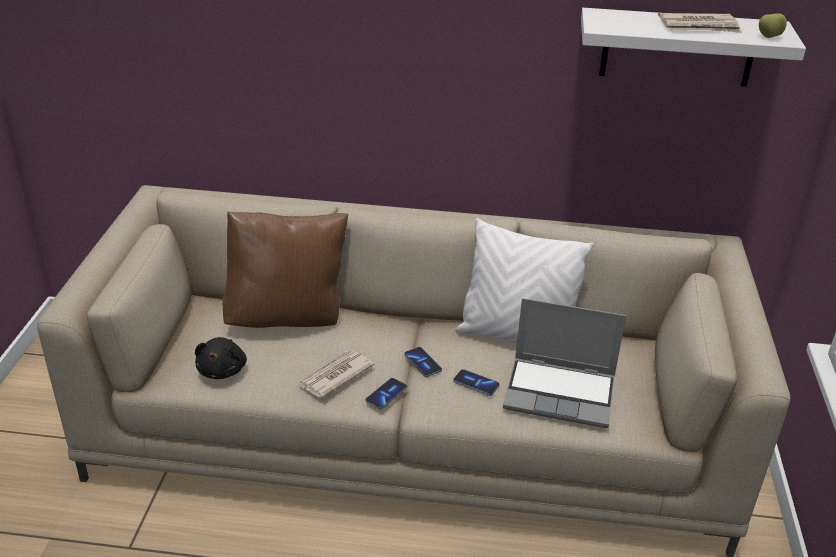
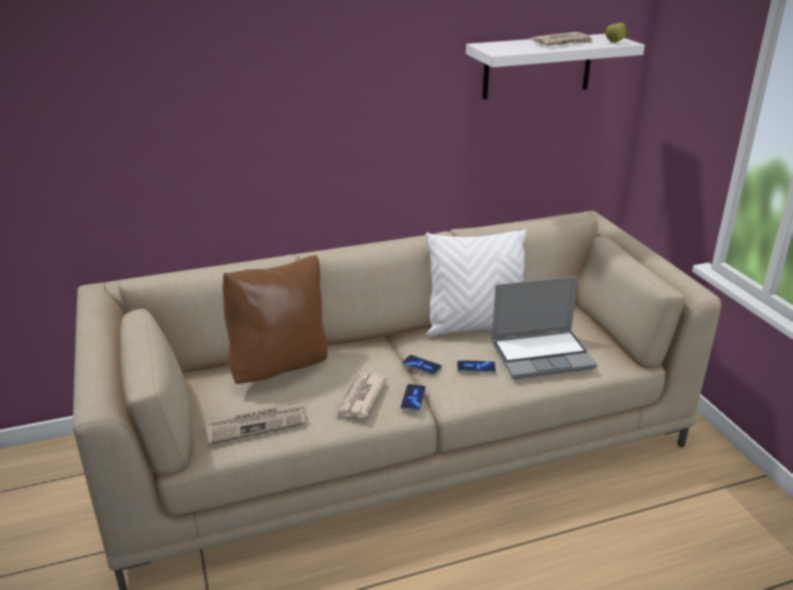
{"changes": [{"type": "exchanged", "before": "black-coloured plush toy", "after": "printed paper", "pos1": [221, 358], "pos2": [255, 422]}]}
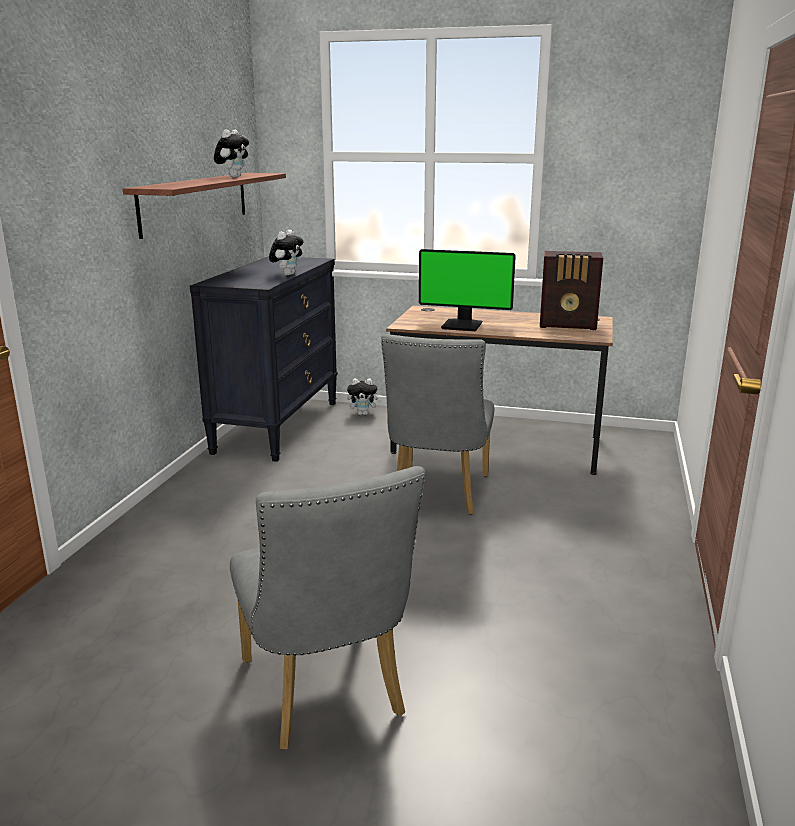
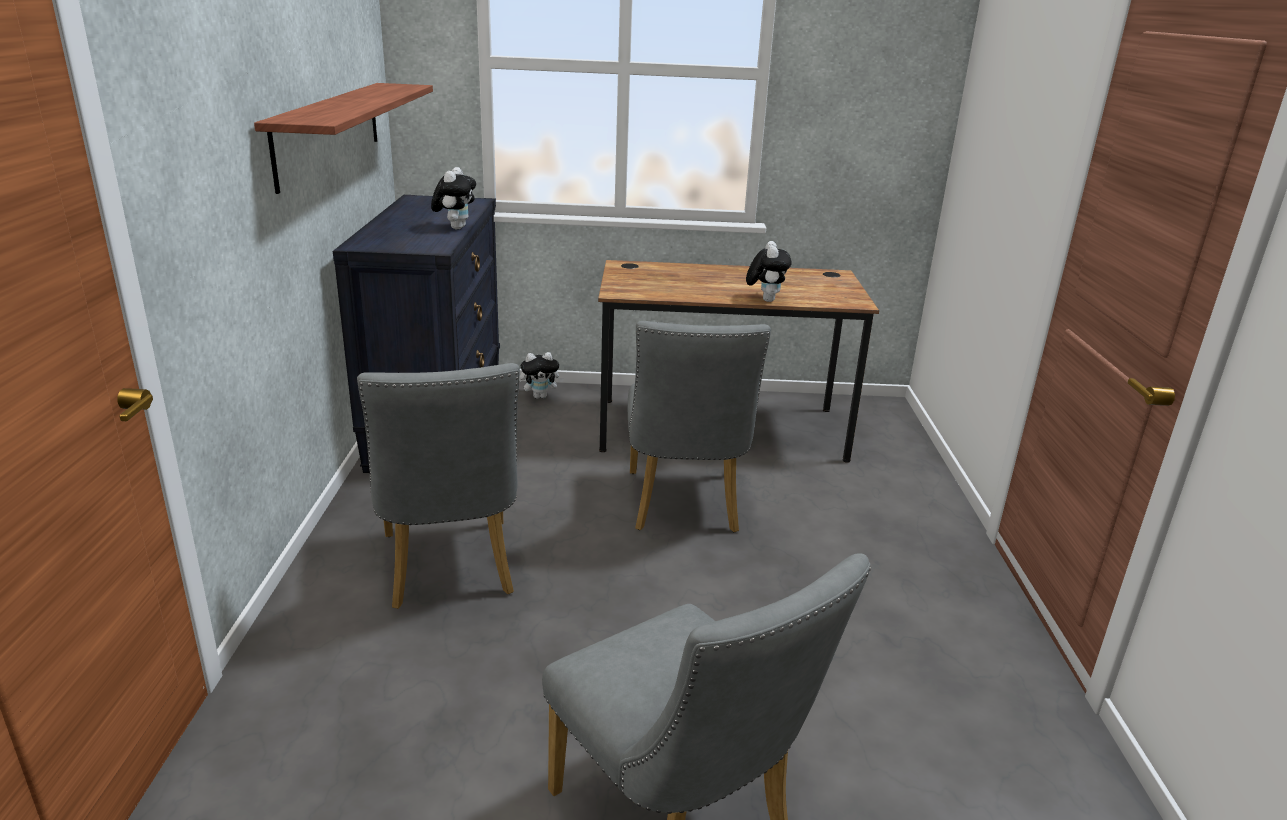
{"changes": [{"type": "appeared", "after": "grey upright chair", "pos2": [438, 486]}, {"type": "relocated", "before": "plush toy", "pos1": [231, 153], "pos2": [769, 271]}, {"type": "missing", "before": "computer display", "pos1": [467, 290]}, {"type": "missing", "before": "radio receiver", "pos1": [571, 290]}]}
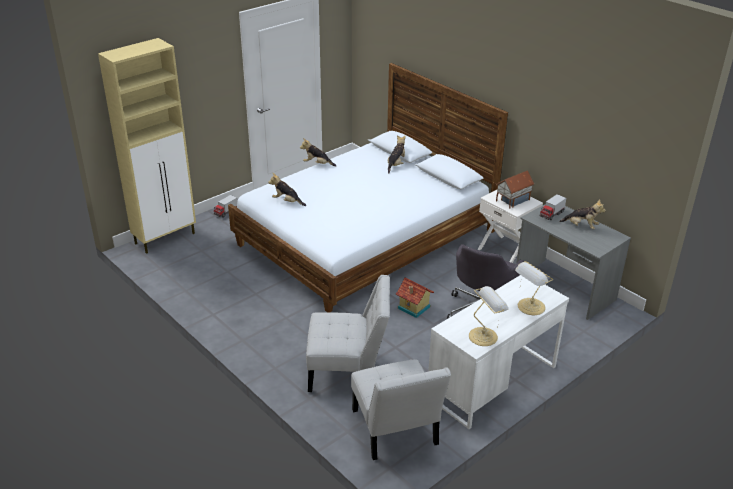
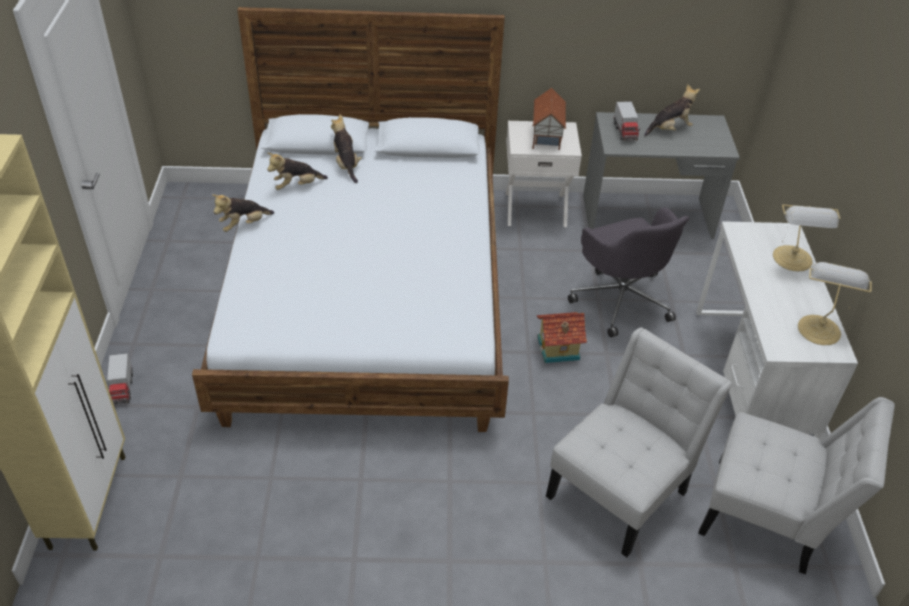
{"changes": [{"type": "relocated", "before": "plush toy", "pos1": [287, 189], "pos2": [297, 171]}]}
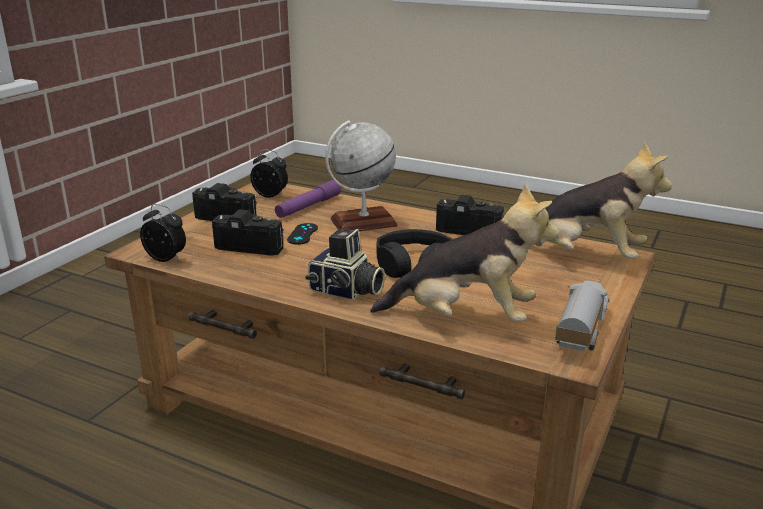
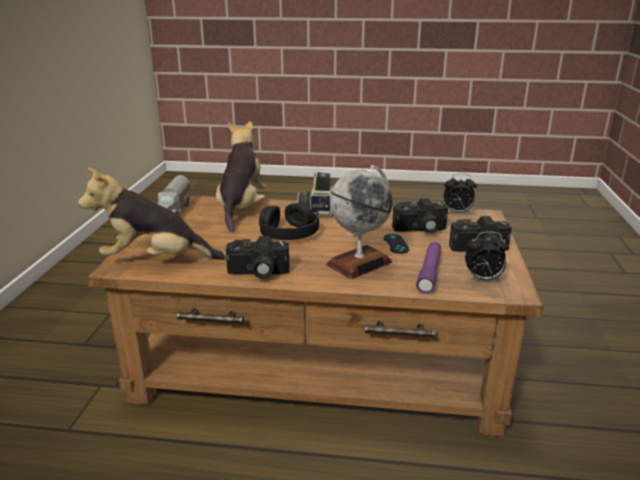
{"changes": [{"type": "spun", "before": "plush toy", "pos1": [464, 253], "pos2": [241, 176], "turn": 105}]}
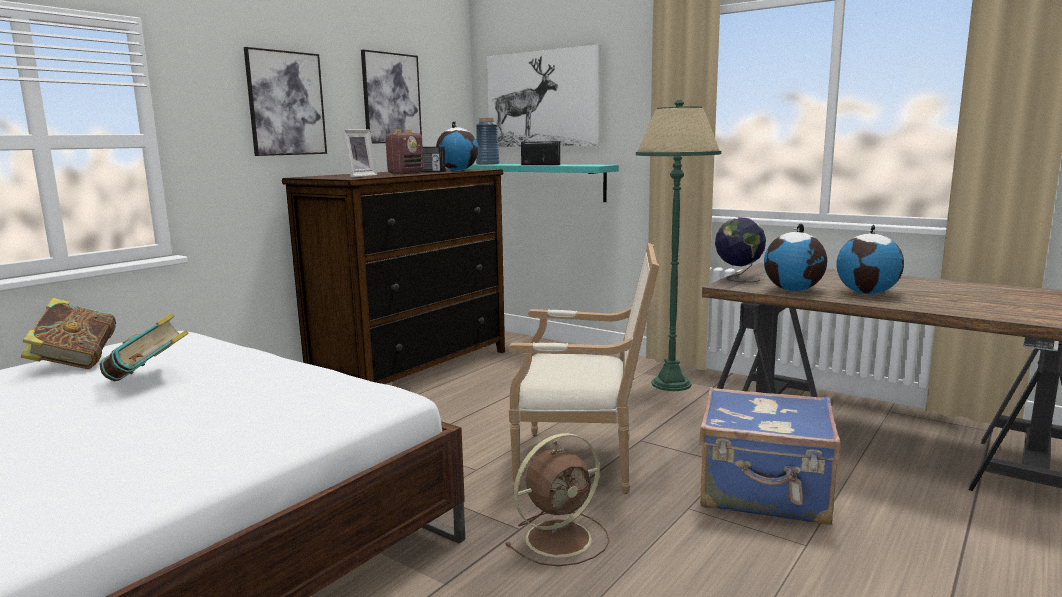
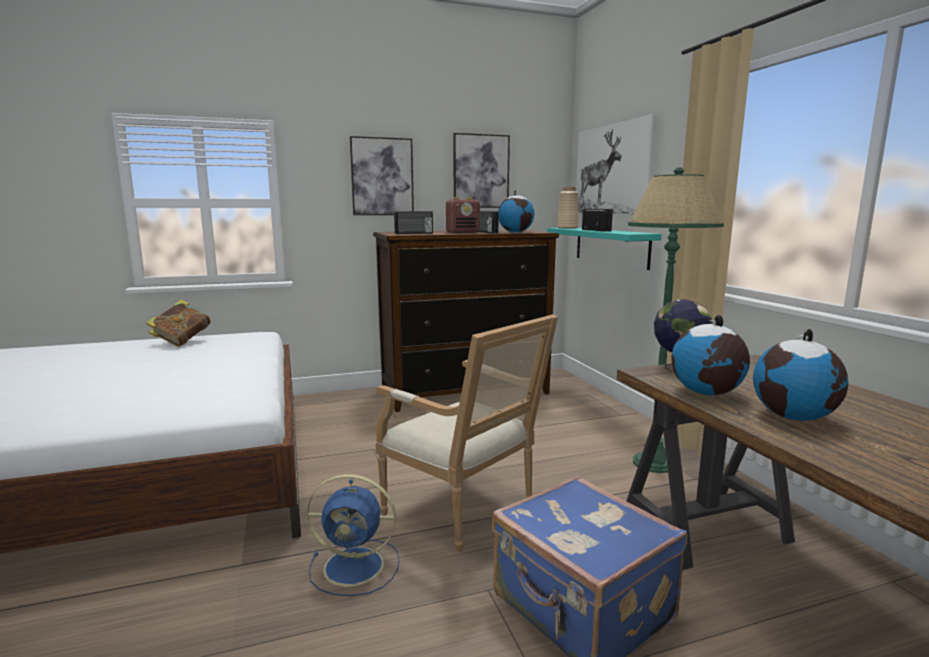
{"changes": [{"type": "colour", "before": "brown cooling fan", "after": "blue cooling fan", "pos1": [557, 499], "pos2": [353, 535]}, {"type": "exchanged", "before": "standing frame", "after": "radio receiver", "pos1": [360, 153], "pos2": [413, 223]}, {"type": "colour", "before": "blue decorative vase", "after": "beige decorative vase", "pos1": [487, 141], "pos2": [568, 207]}, {"type": "missing", "before": "volume", "pos1": [144, 347]}]}
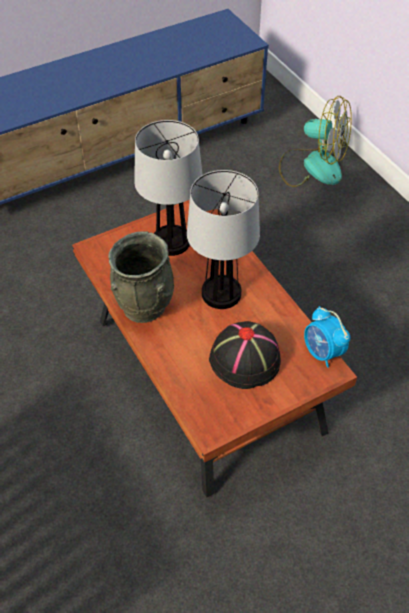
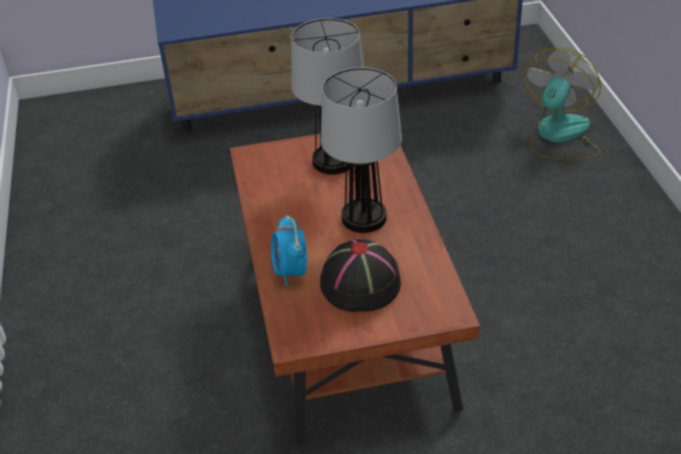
{"changes": [{"type": "relocated", "before": "alarm clock", "pos1": [327, 337], "pos2": [289, 251]}, {"type": "spun", "before": "cooling fan", "pos1": [315, 141], "pos2": [562, 104], "turn": -105}, {"type": "missing", "before": "grey decorative vase", "pos1": [141, 277]}]}
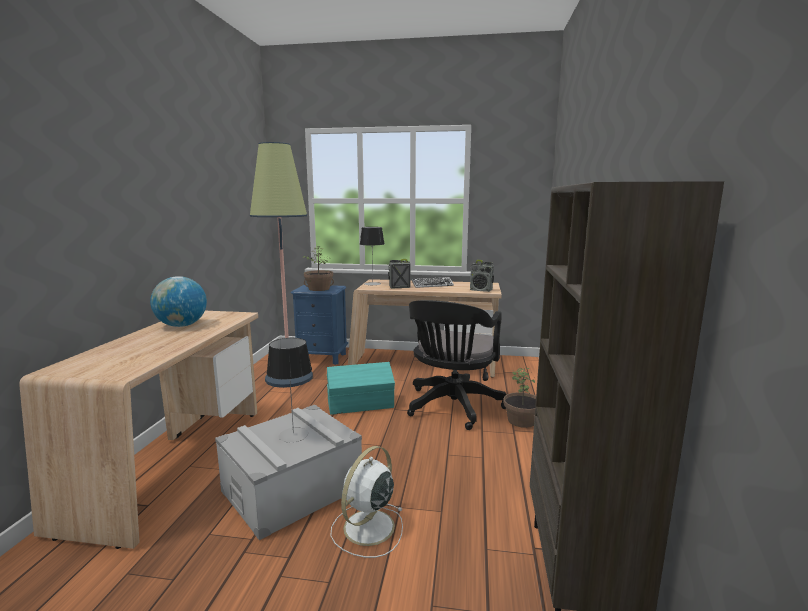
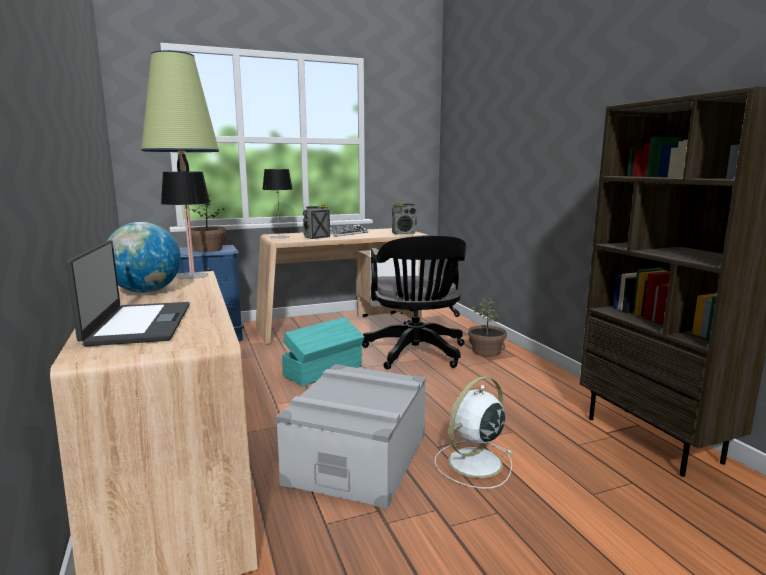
{"changes": [{"type": "appeared", "after": "laptop", "pos2": [128, 293]}, {"type": "relocated", "before": "tabletop lamp", "pos1": [289, 390], "pos2": [185, 225]}, {"type": "spun", "before": "whitish cooling fan", "pos1": [366, 502], "pos2": [474, 432], "turn": 45}]}
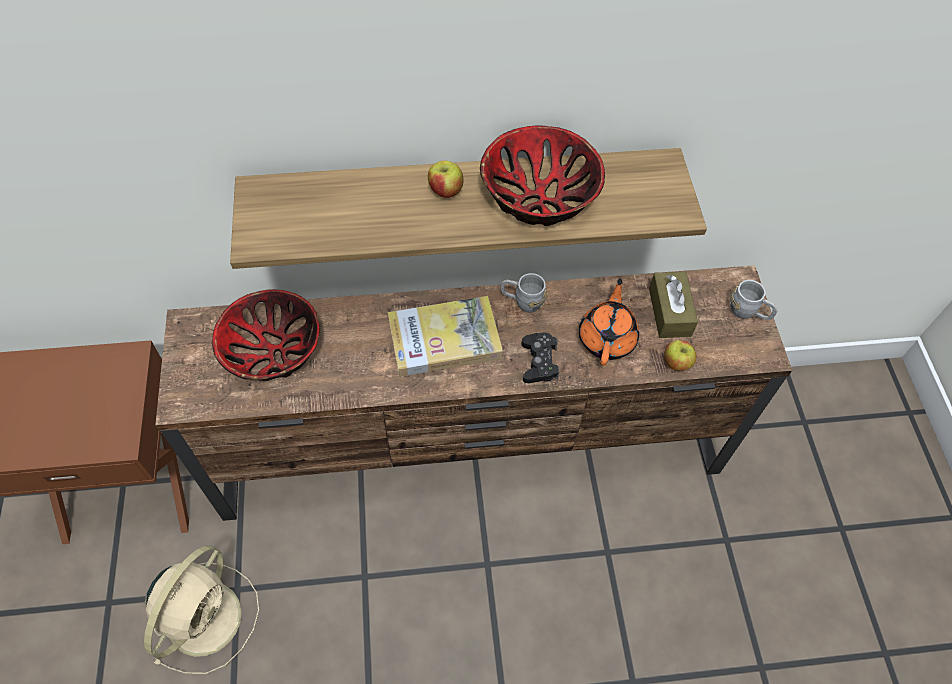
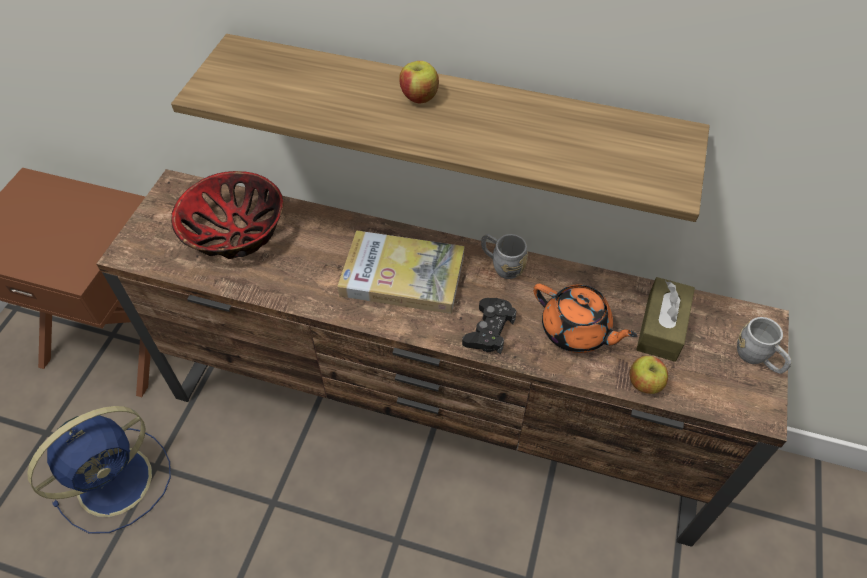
{"changes": [{"type": "colour", "before": "beige cooling fan", "after": "blue cooling fan", "pos1": [201, 609], "pos2": [99, 470]}, {"type": "spun", "before": "orangey pot for tea", "pos1": [609, 322], "pos2": [585, 318], "turn": 90}, {"type": "missing", "before": "bowl", "pos1": [542, 175]}]}
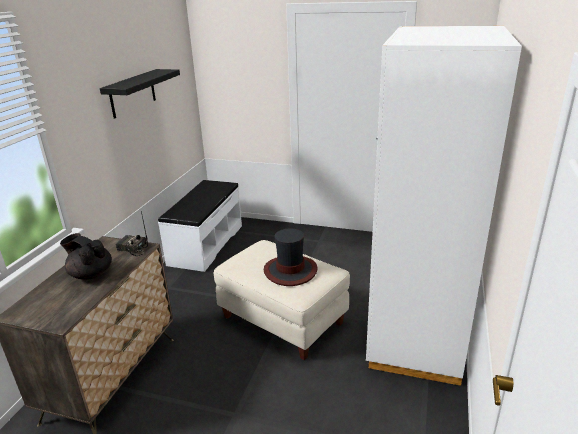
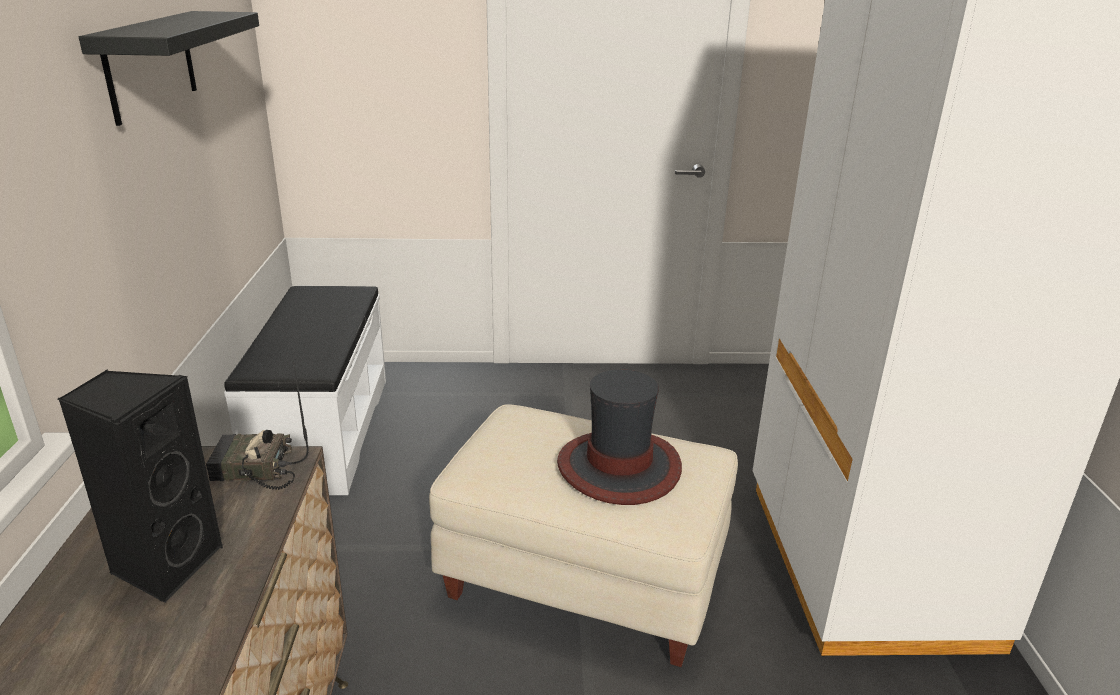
{"changes": [{"type": "exchanged", "before": "black-coloured pot for tea", "after": "black-coloured audio speaker", "pos1": [86, 256], "pos2": [141, 486]}]}
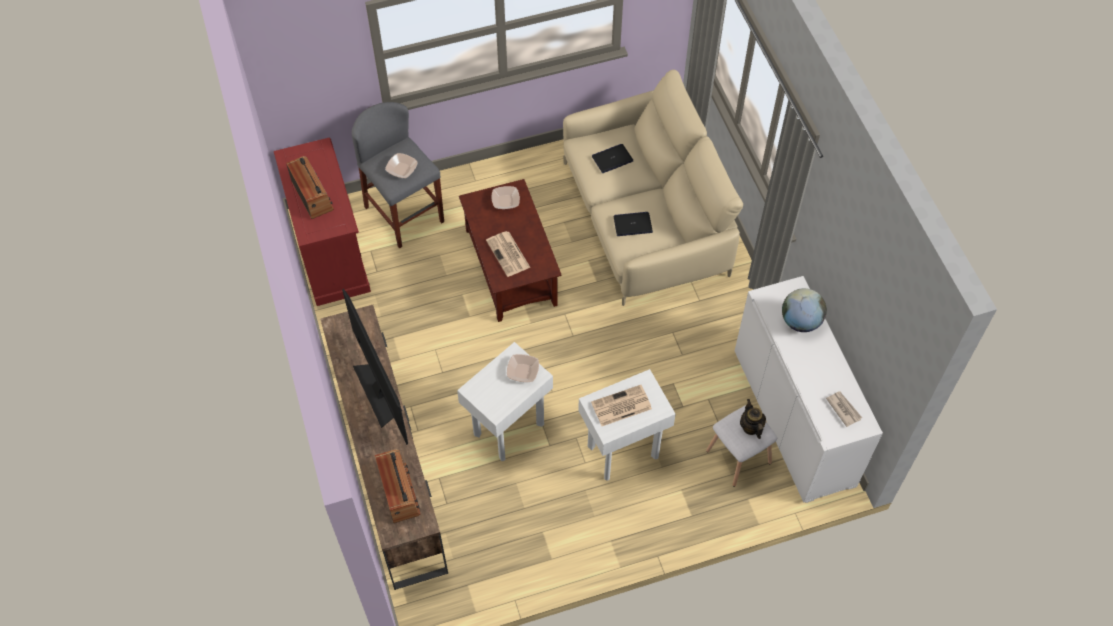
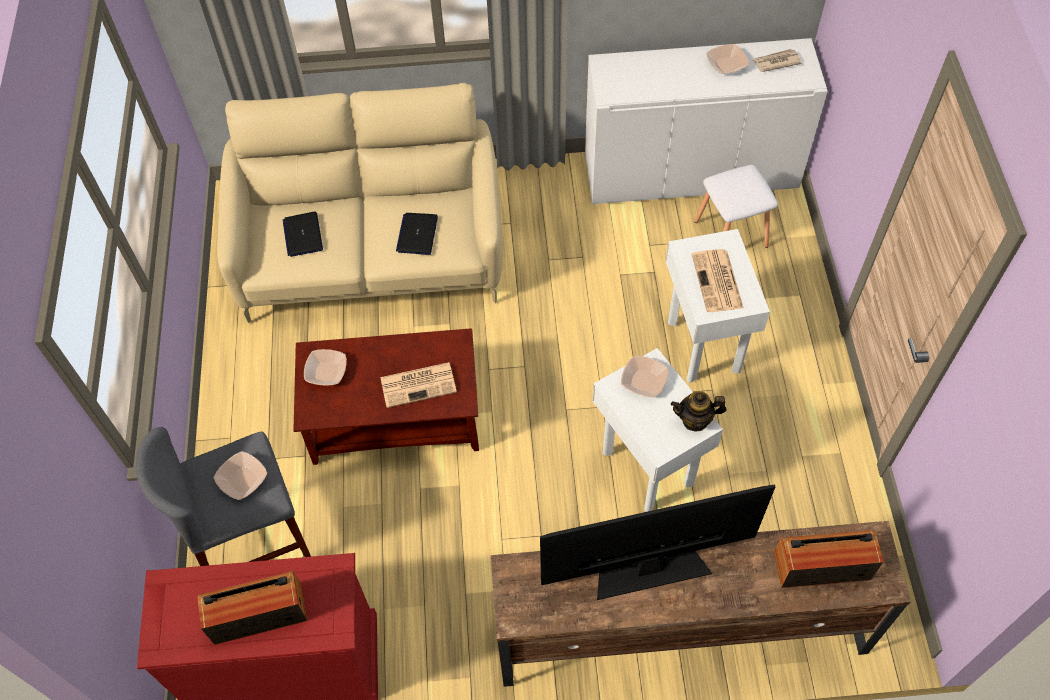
{"changes": [{"type": "relocated", "before": "pot for tea", "pos1": [753, 419], "pos2": [699, 411]}, {"type": "appeared", "after": "bowl", "pos2": [727, 59]}, {"type": "missing", "before": "world globe", "pos1": [804, 310]}]}
